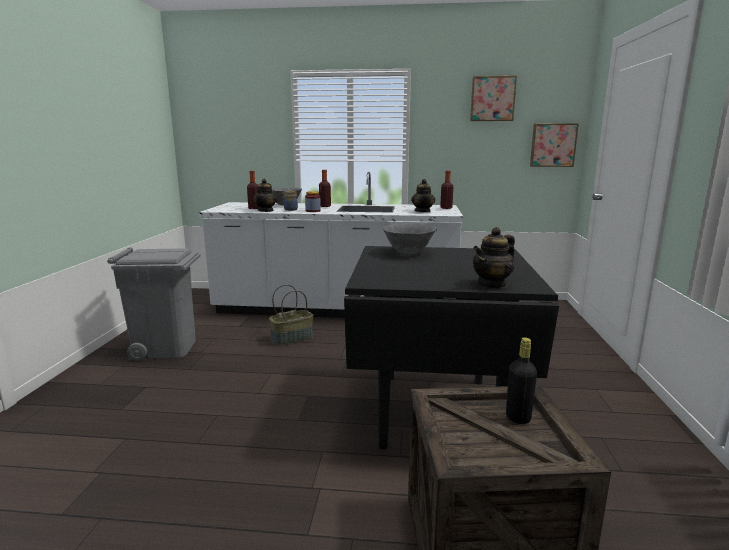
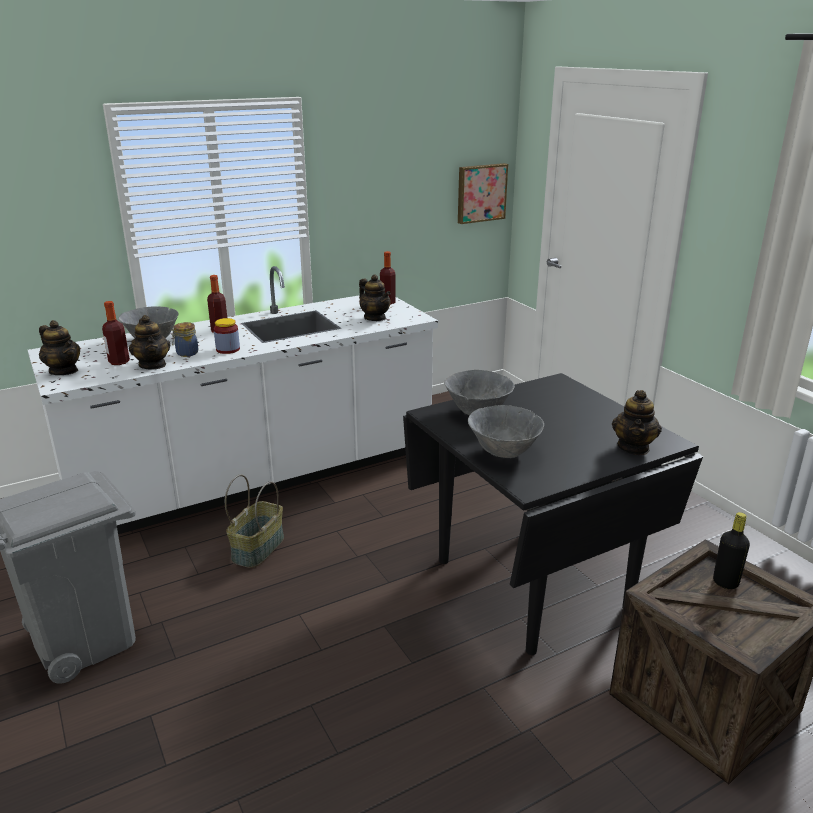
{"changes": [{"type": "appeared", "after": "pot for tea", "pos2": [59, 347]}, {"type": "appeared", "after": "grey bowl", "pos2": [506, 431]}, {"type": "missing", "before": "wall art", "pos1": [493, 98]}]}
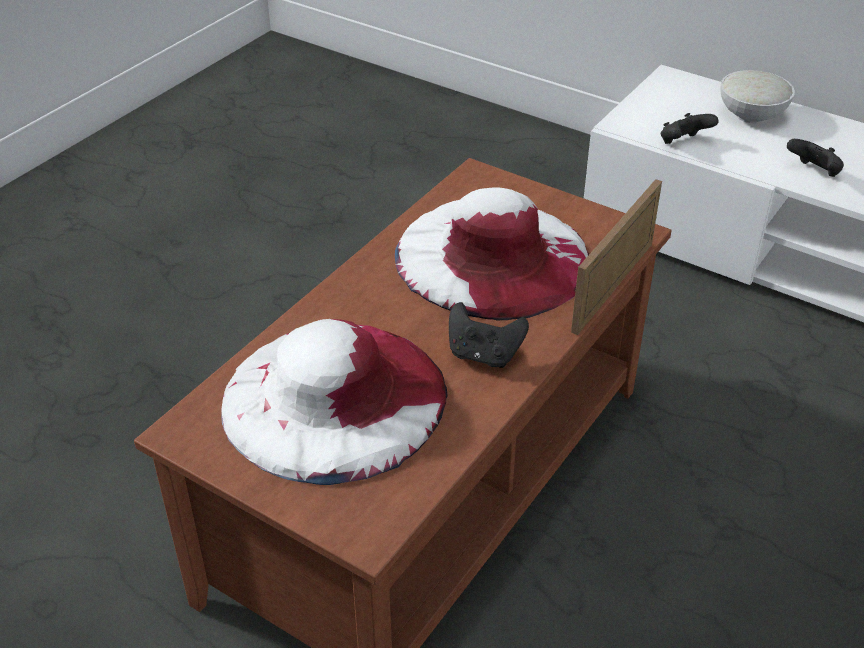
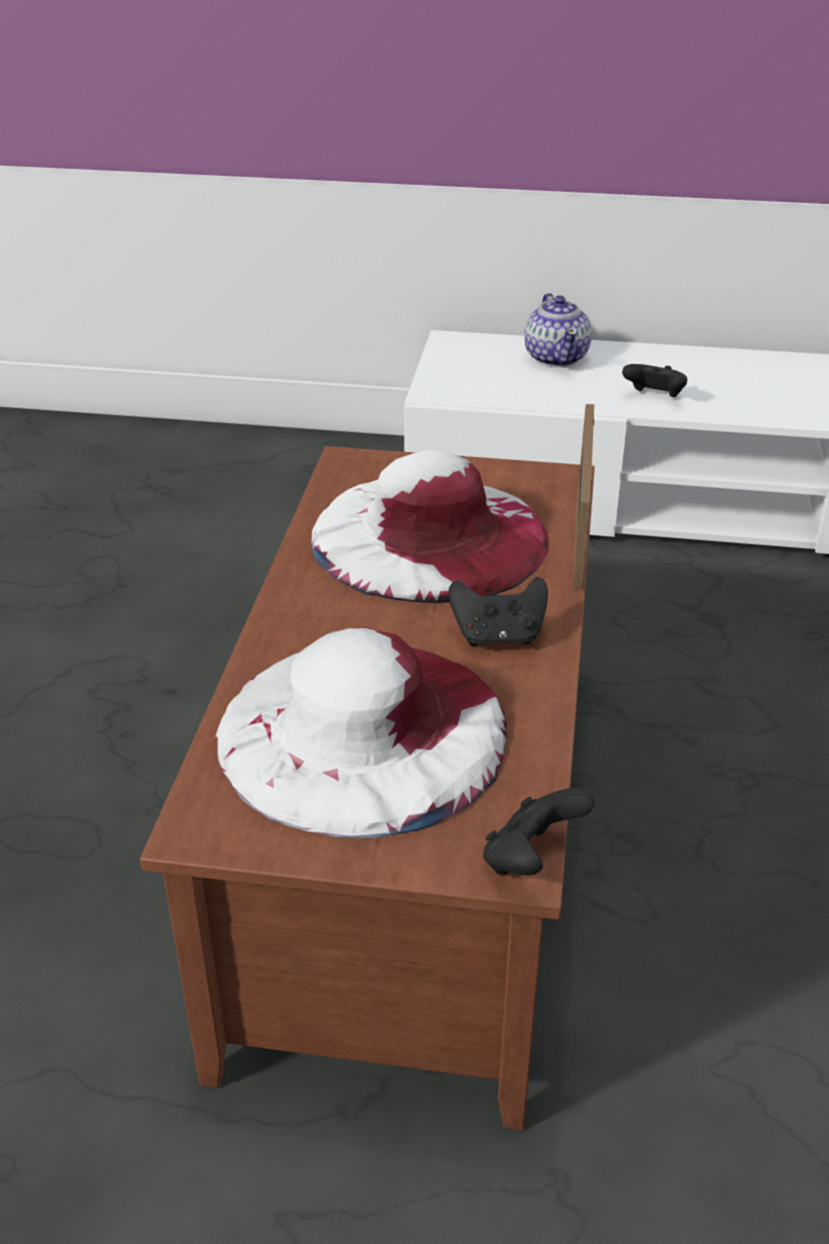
{"changes": [{"type": "relocated", "before": "black-coloured game controller", "pos1": [690, 128], "pos2": [539, 831]}, {"type": "exchanged", "before": "whitish bowl", "after": "pot for tea", "pos1": [757, 97], "pos2": [558, 330]}]}
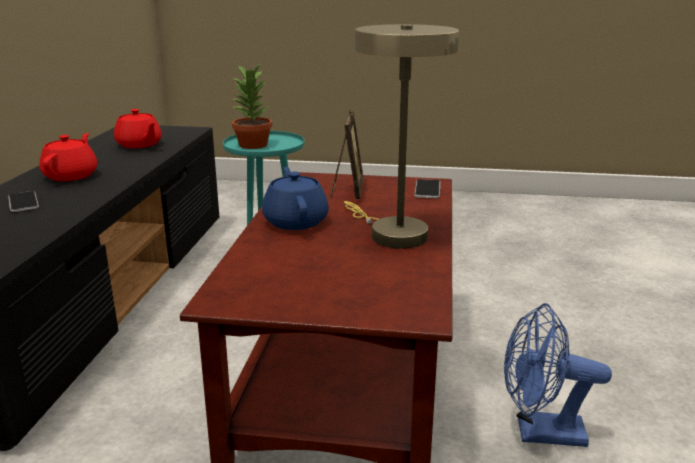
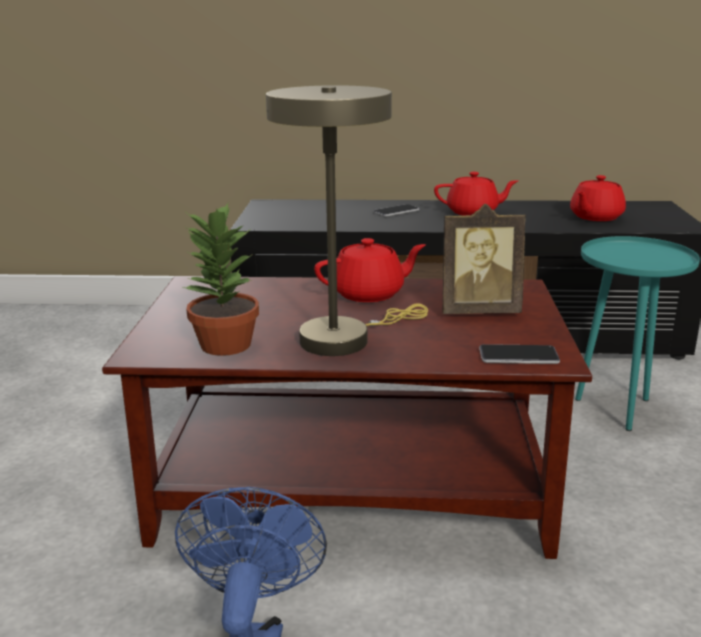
{"changes": [{"type": "relocated", "before": "plant in a pot", "pos1": [252, 105], "pos2": [221, 279]}, {"type": "colour", "before": "blue pot for tea", "after": "reddish pot for tea", "pos1": [295, 198], "pos2": [370, 270]}]}
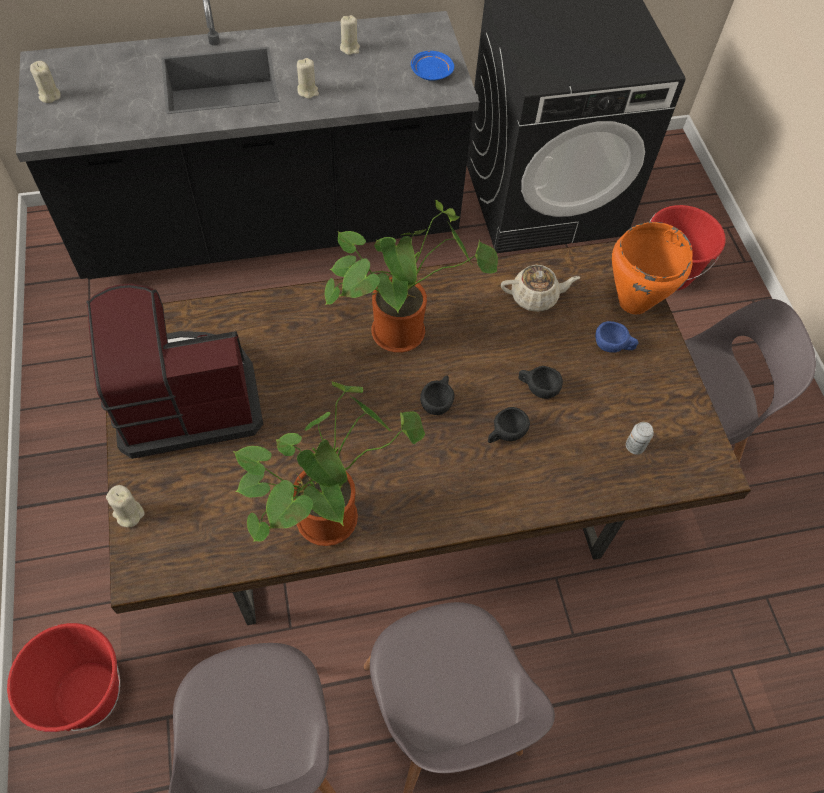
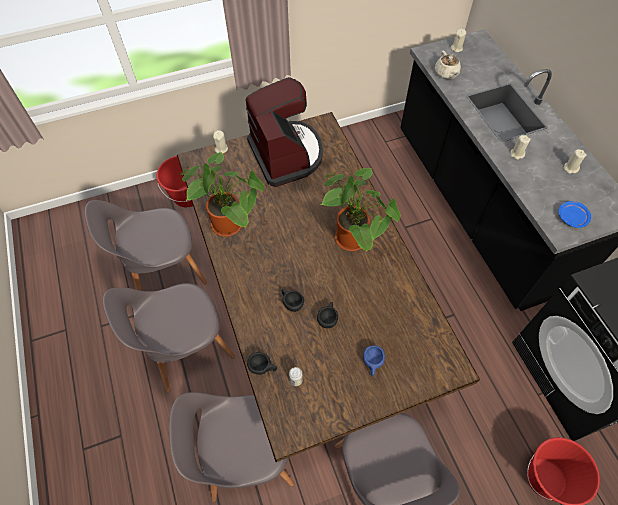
{"changes": [{"type": "appeared", "after": "grey upright chair", "pos2": [231, 447]}, {"type": "relocated", "before": "black-coloured drinking cup", "pos1": [437, 395], "pos2": [262, 363]}, {"type": "relocated", "before": "beige pot for tea", "pos1": [541, 288], "pos2": [448, 64]}, {"type": "missing", "before": "orangey cooking pot", "pos1": [652, 268]}]}
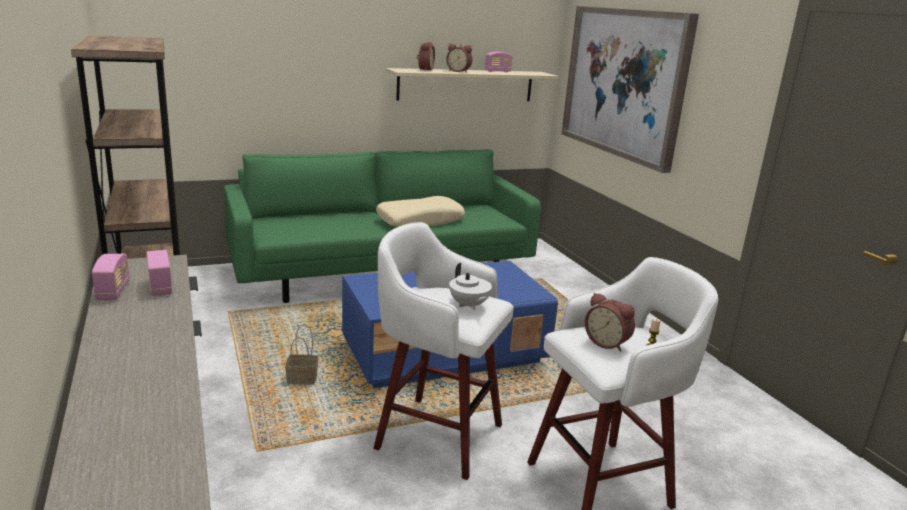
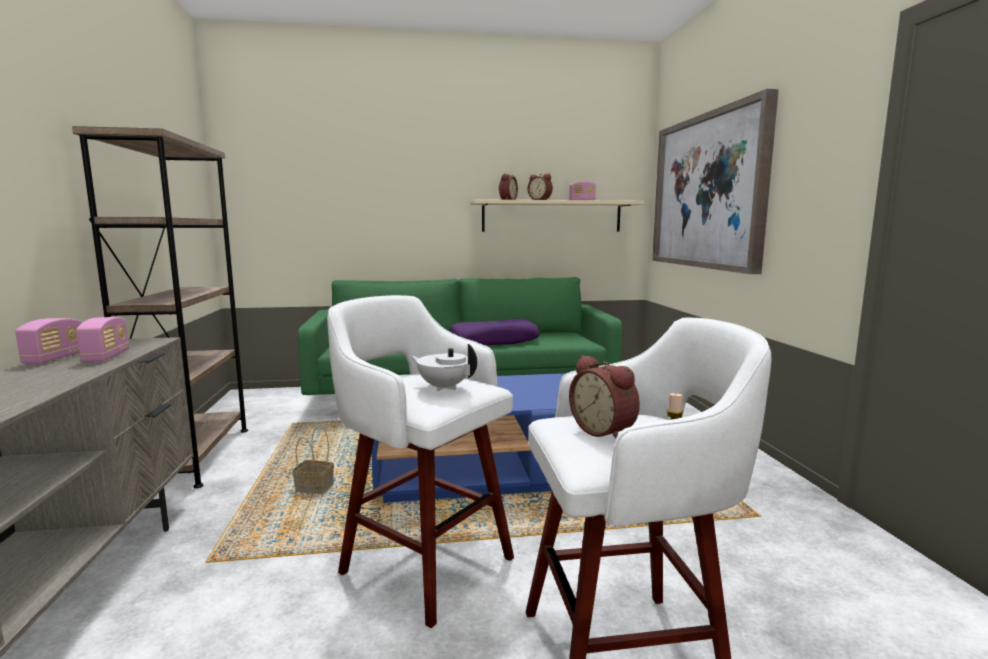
{"changes": [{"type": "spun", "before": "whitish pot for tea", "pos1": [470, 286], "pos2": [443, 367], "turn": 135}, {"type": "colour", "before": "beige throw pillow", "after": "purple throw pillow", "pos1": [420, 211], "pos2": [495, 332]}]}
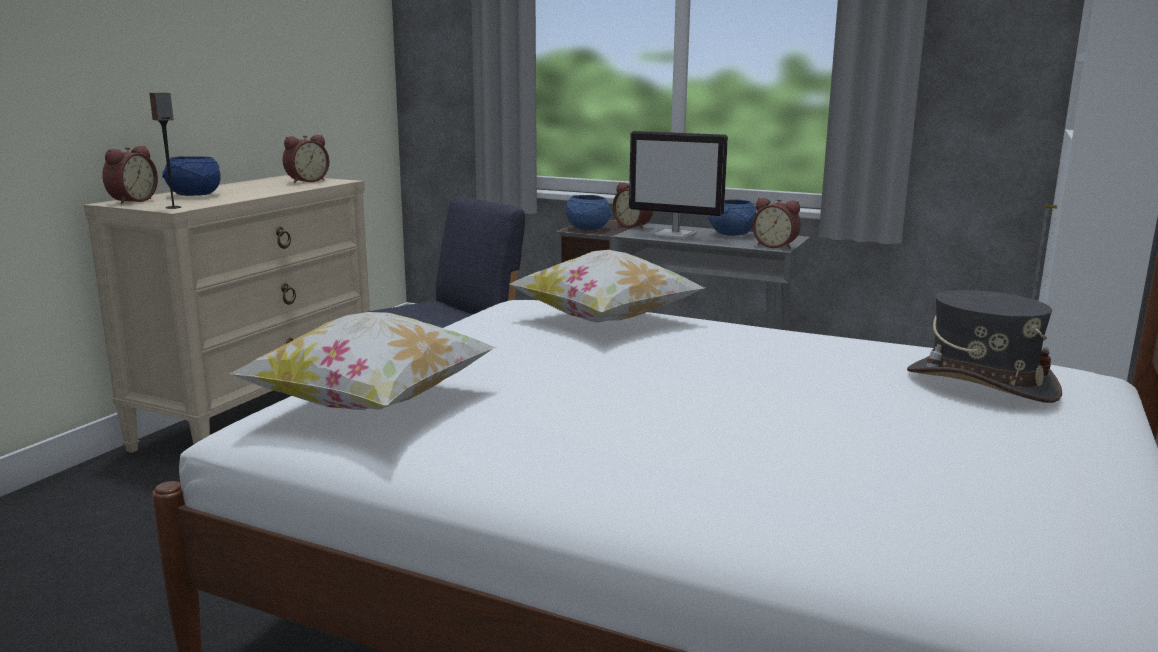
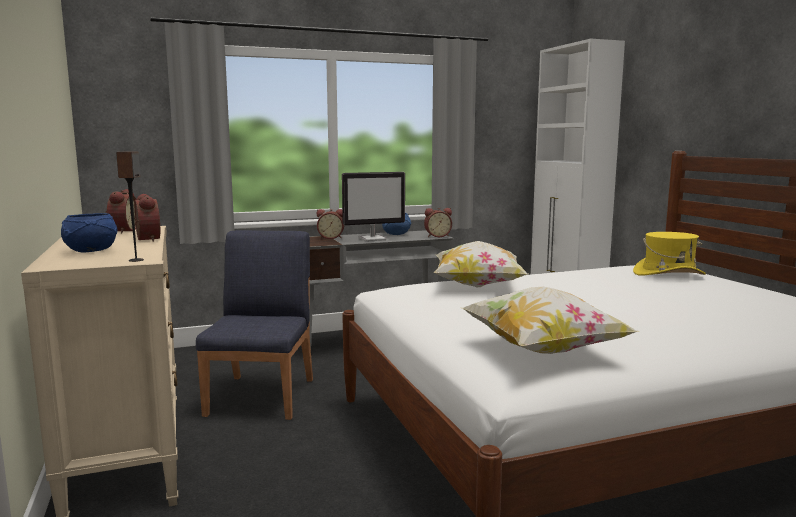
{"changes": [{"type": "relocated", "before": "alarm clock", "pos1": [130, 175], "pos2": [145, 218]}, {"type": "colour", "before": "grey hat", "after": "yellowish hat", "pos1": [984, 346], "pos2": [669, 254]}, {"type": "missing", "before": "blue bowl", "pos1": [589, 212]}]}
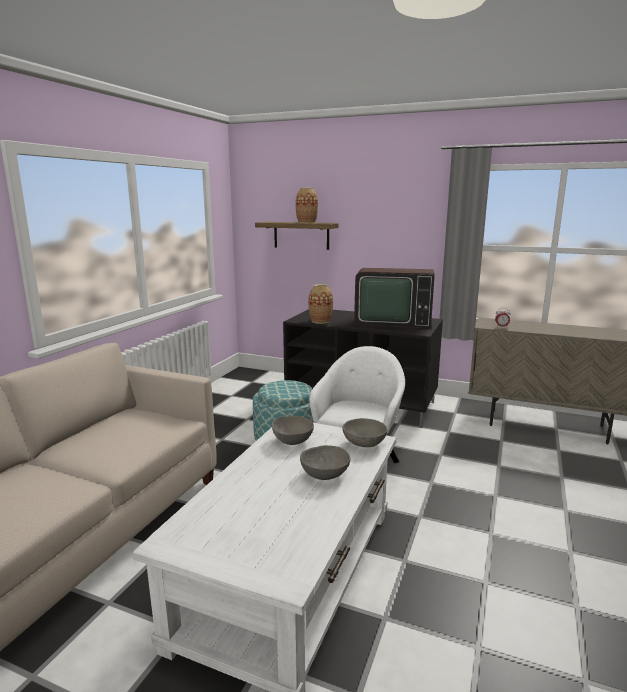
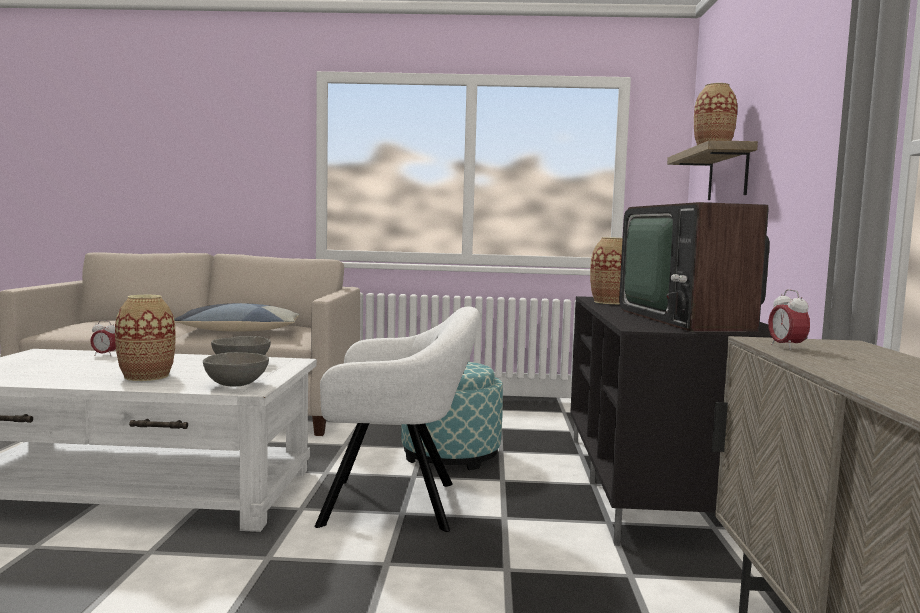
{"changes": [{"type": "appeared", "after": "alarm clock", "pos2": [103, 338]}, {"type": "exchanged", "before": "grey bowl", "after": "decorative vase", "pos1": [325, 462], "pos2": [145, 338]}, {"type": "appeared", "after": "throw pillow", "pos2": [237, 317]}]}
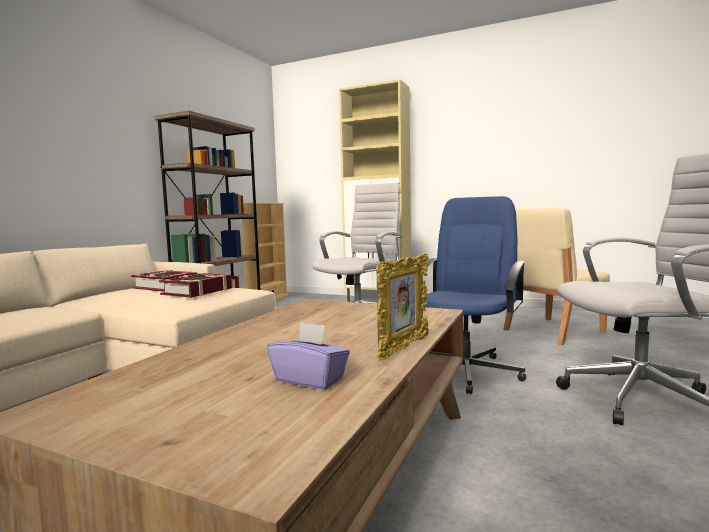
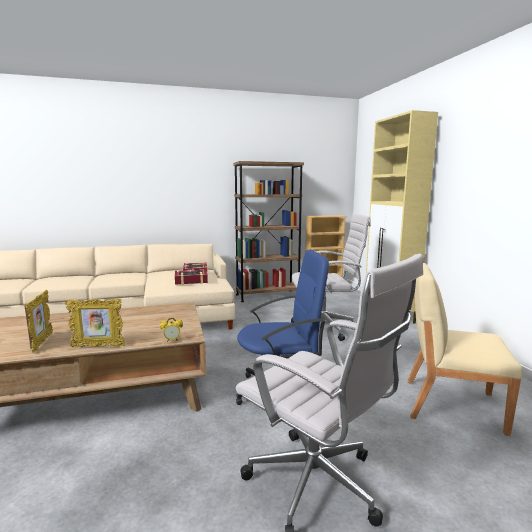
{"changes": [{"type": "exchanged", "before": "purple tissue holder", "after": "standing frame", "pos1": [308, 356], "pos2": [39, 321]}, {"type": "appeared", "after": "alarm clock", "pos2": [171, 330]}]}
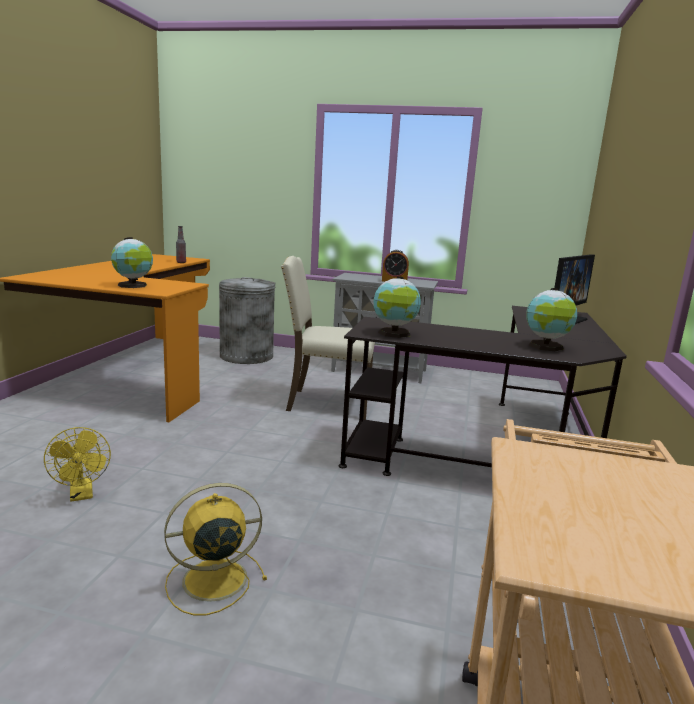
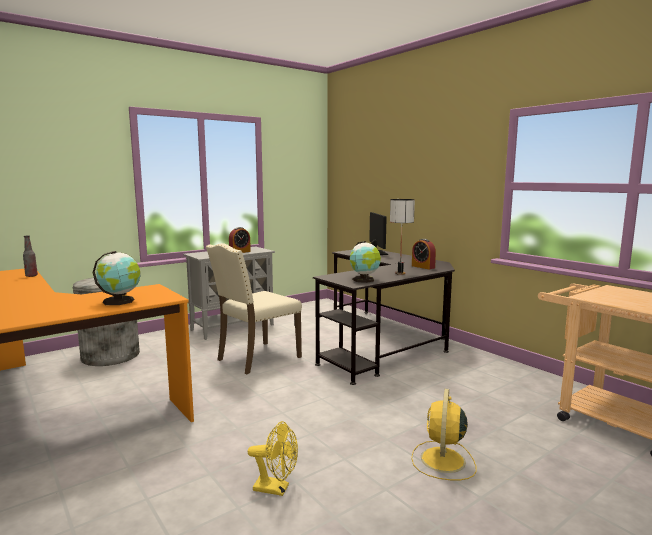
{"changes": [{"type": "appeared", "after": "tabletop lamp", "pos2": [402, 237]}, {"type": "exchanged", "before": "world globe", "after": "alarm clock", "pos1": [551, 320], "pos2": [424, 254]}]}
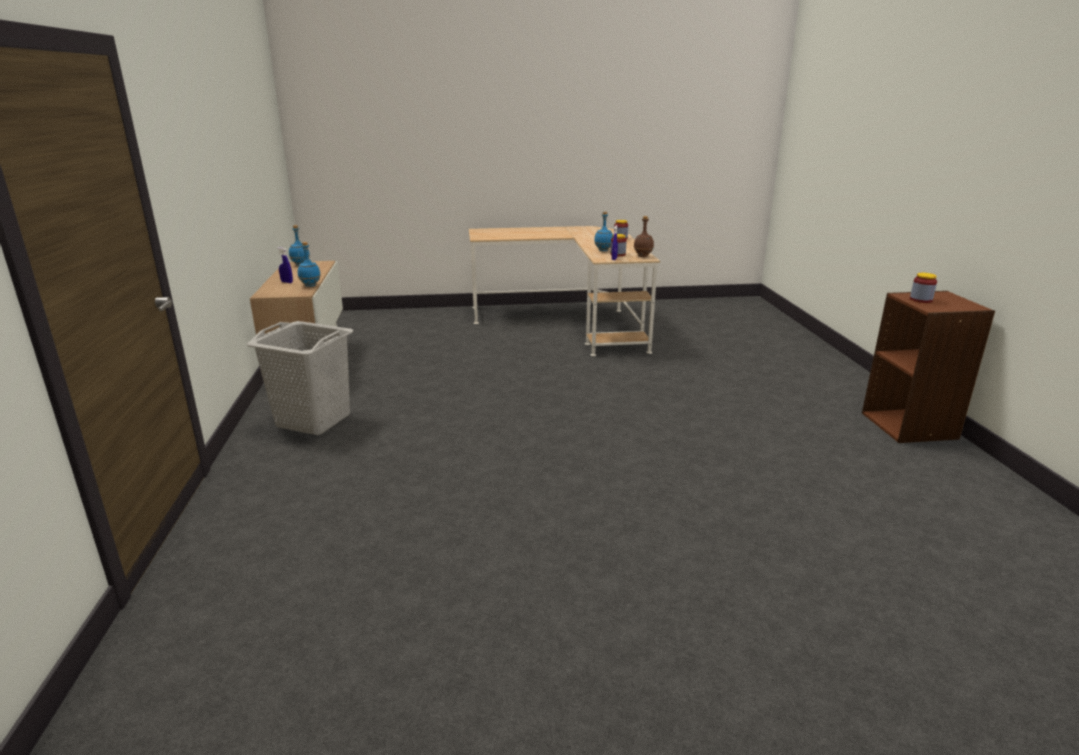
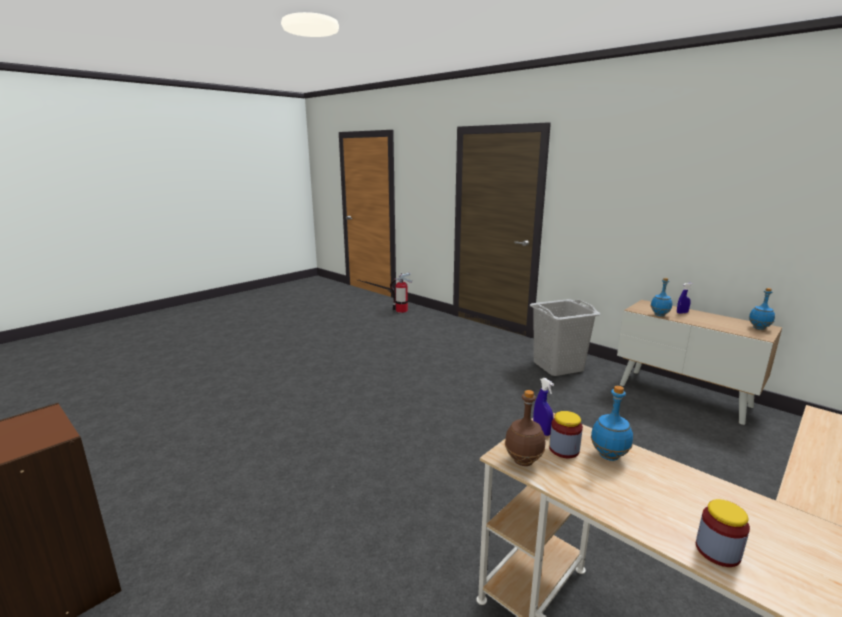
{"changes": [{"type": "appeared", "after": "fire-fighting cylinder", "pos2": [401, 293]}, {"type": "missing", "before": "preserve jar", "pos1": [923, 288]}]}
